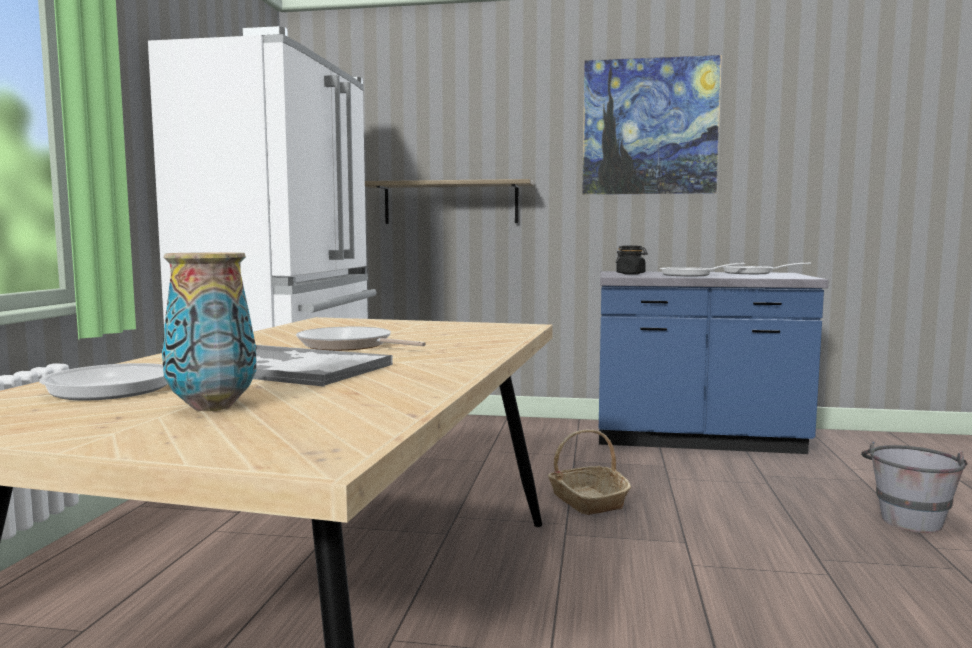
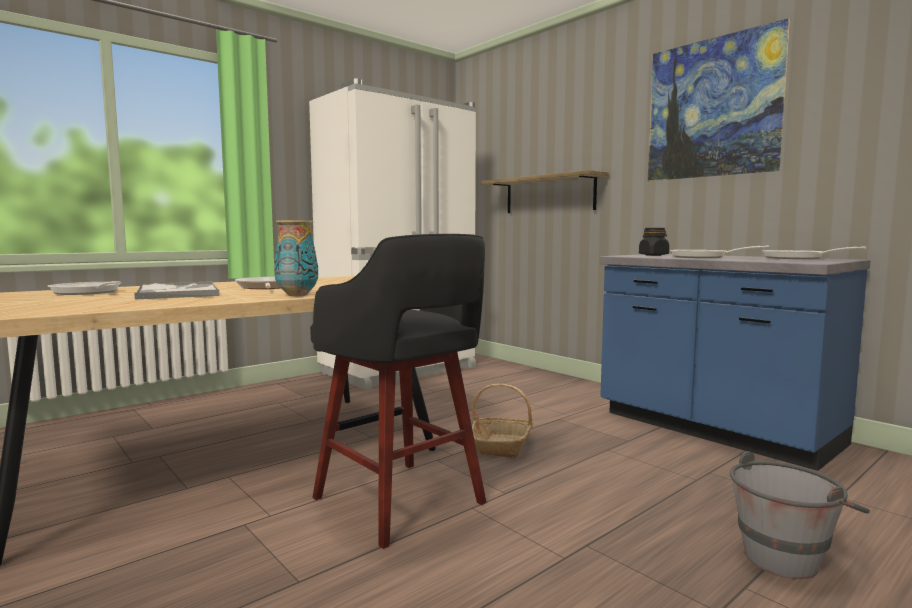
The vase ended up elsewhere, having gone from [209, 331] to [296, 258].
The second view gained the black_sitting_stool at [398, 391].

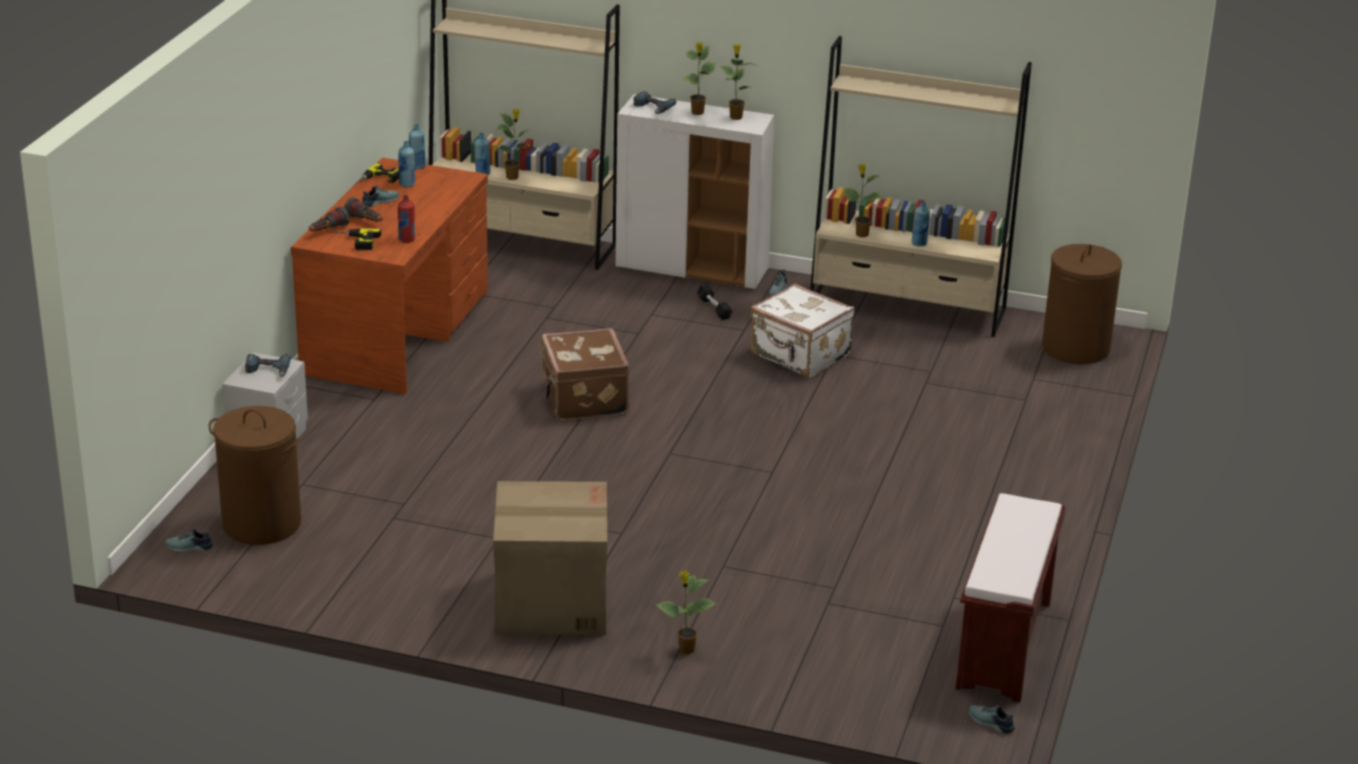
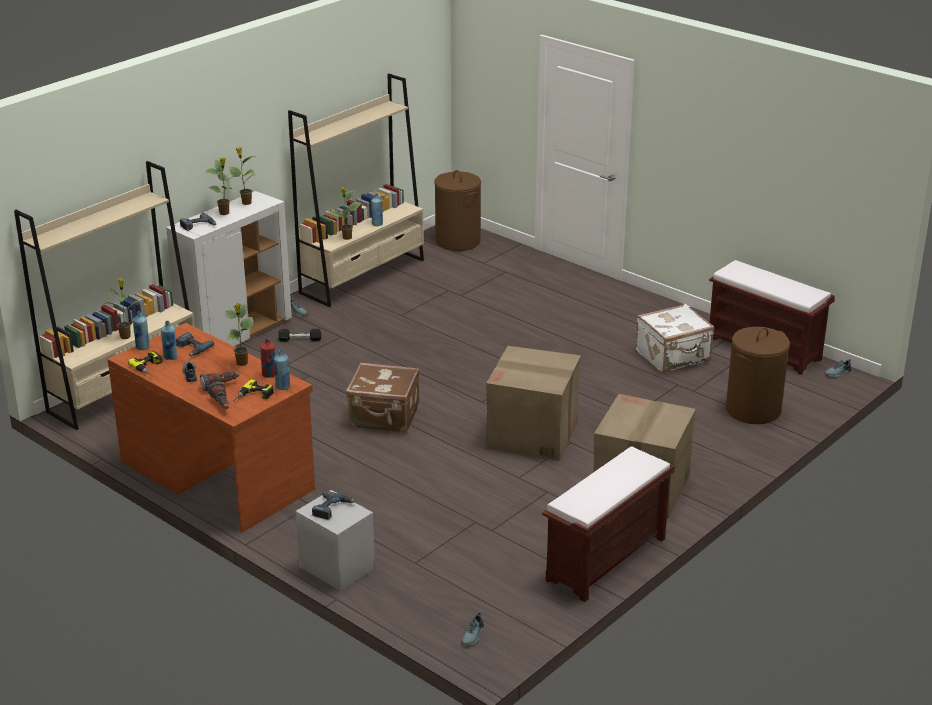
The second view gained the electric_drill at [195, 344].
The houseplant ended up elsewhere, having gone from [686, 612] to [239, 334].
The blue_beverage_bottle ended up elsewhere, having gone from [482, 154] to [282, 370].
The second view gained the carton at [533, 403].
The second view gained the brown-coloured_indoor_bench at [608, 524].
The white-coloured_piece_of_luggage ended up elsewhere, having gone from [802, 331] to [675, 338].
The brown-coloured_hamper ended up elsewhere, having gone from [255, 475] to [758, 375].

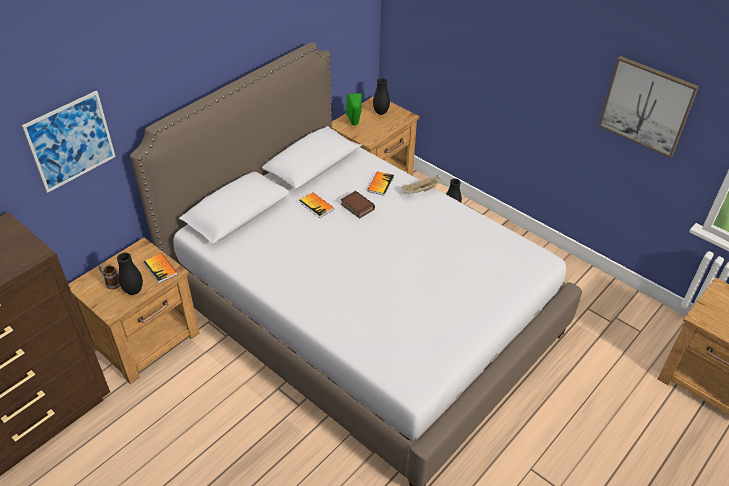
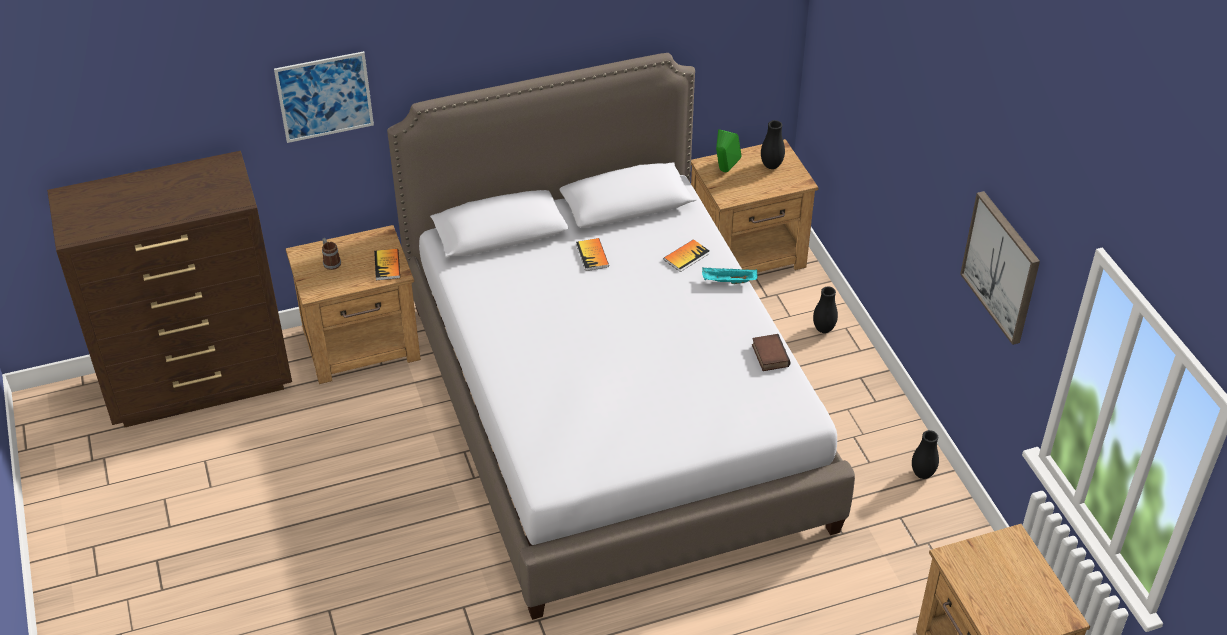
What was the beige_carrying_tray at [421, 184] turned into the turquoise-coloured_carrying_tray at [729, 276].
The book ended up elsewhere, having gone from [358, 204] to [771, 352].
The black_vase ended up elsewhere, having gone from [130, 273] to [925, 454].

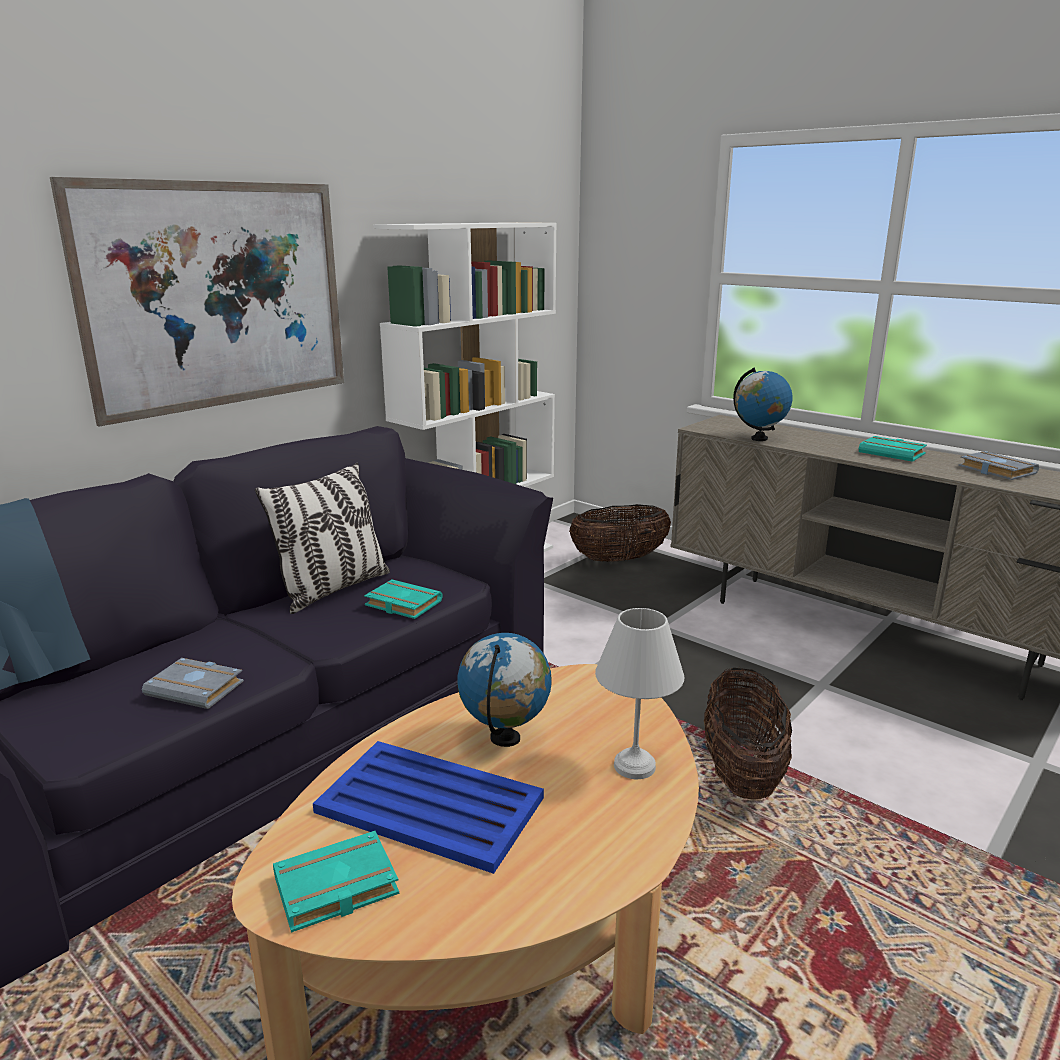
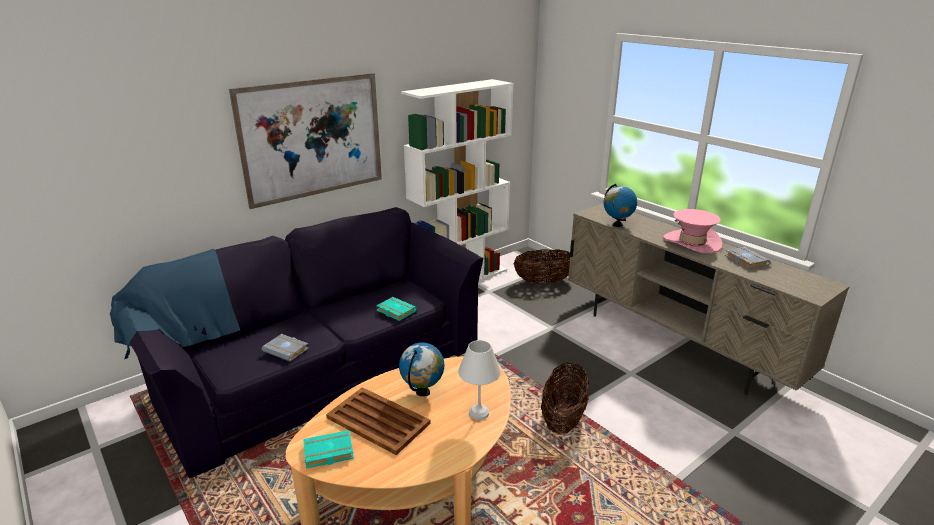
What was the blue_carrying_tray at [428, 807] turned into the brown-coloured_carrying_tray at [378, 421].
Where the turquoise-coloured_book stood at [893, 449], the pink-coloured_wearable_hat came to stand at [692, 231].
The second view lost the throw_pillow at [322, 538].

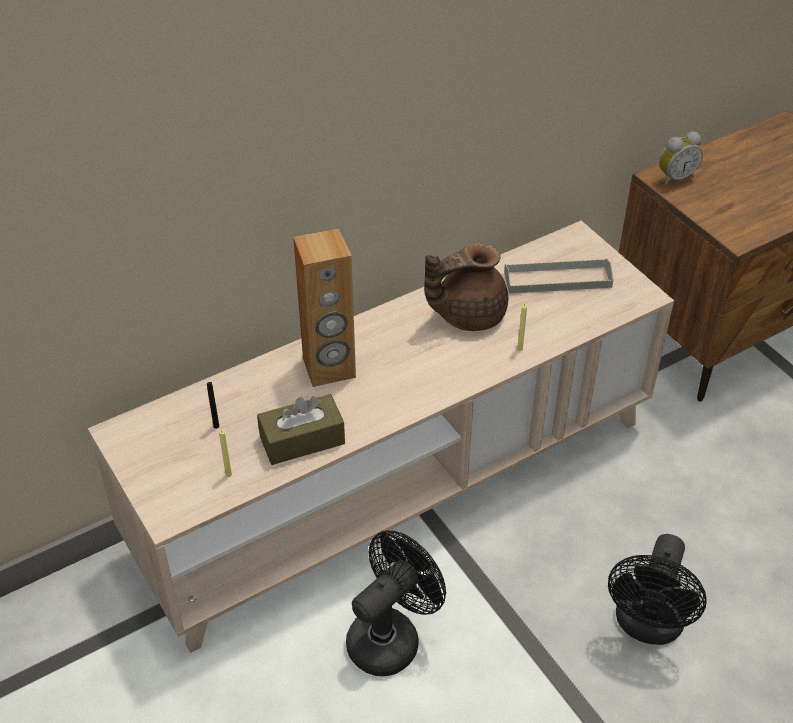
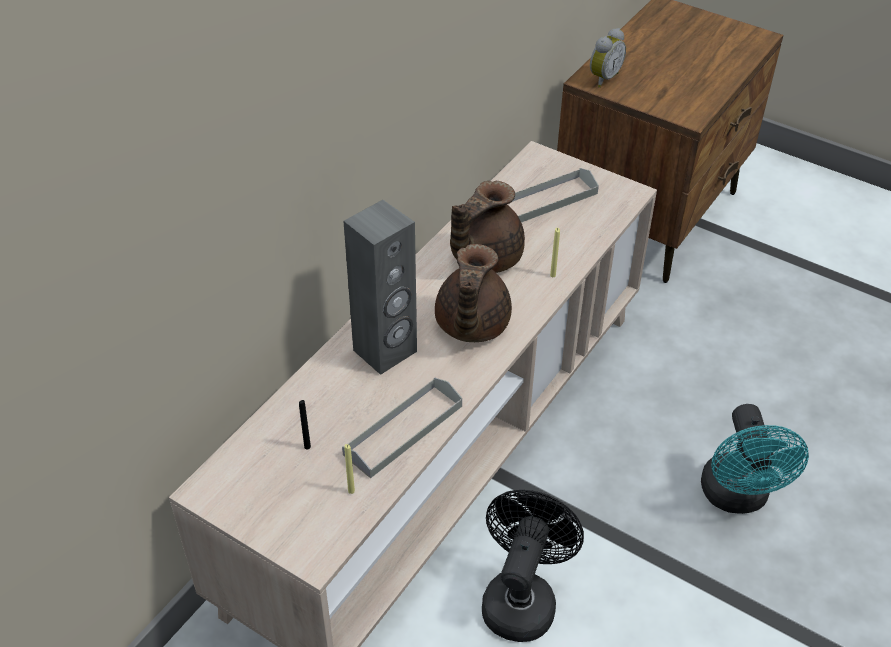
Where the brown-coloured_tissue_holder stood at [301, 429], the gray_carrying_tray came to stand at [402, 427].
What was the brown-coloured_audio_speaker at [324, 308] turned into the gray_audio_speaker at [380, 287].
The second view gained the brown-coloured_tea_pot at [473, 293].
What was the black_fan at [657, 589] turned into the turquoise-coloured_fan at [755, 459].

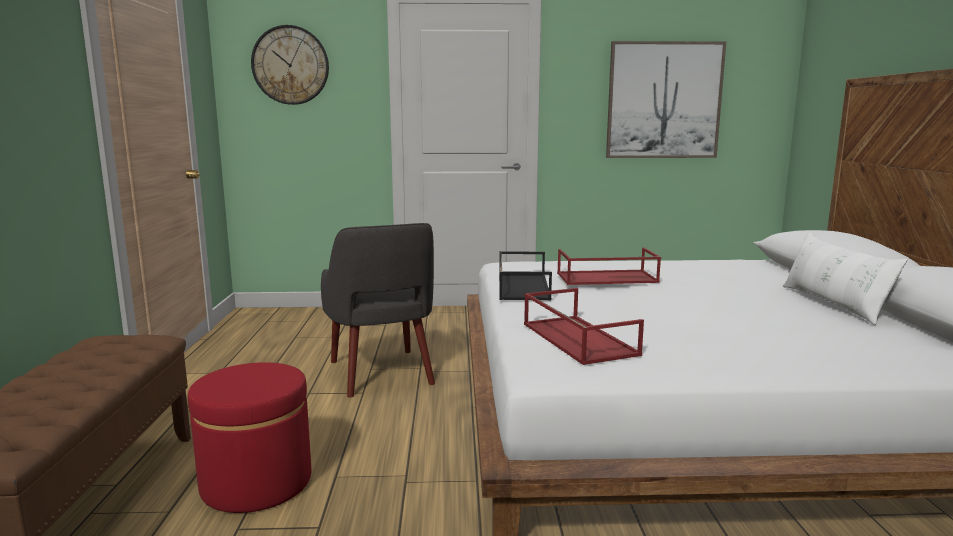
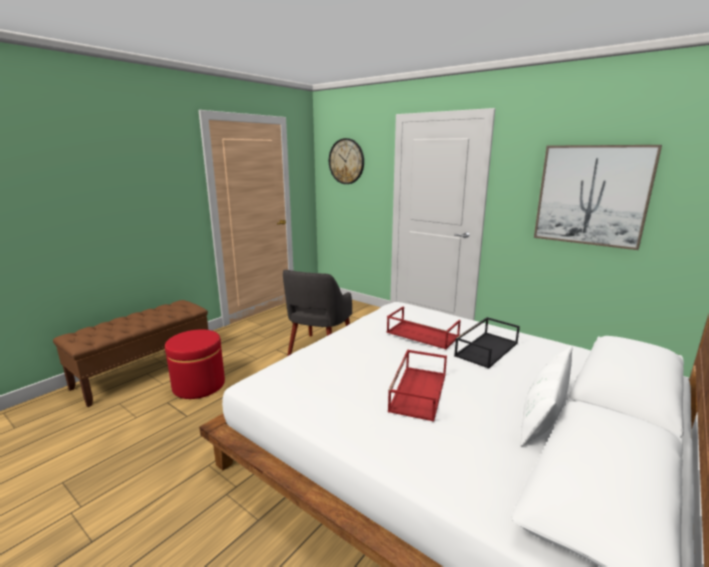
The red-coloured_carrying_tray ended up elsewhere, having gone from [584, 326] to [417, 385].
The black_carrying_tray ended up elsewhere, having gone from [525, 275] to [487, 343].

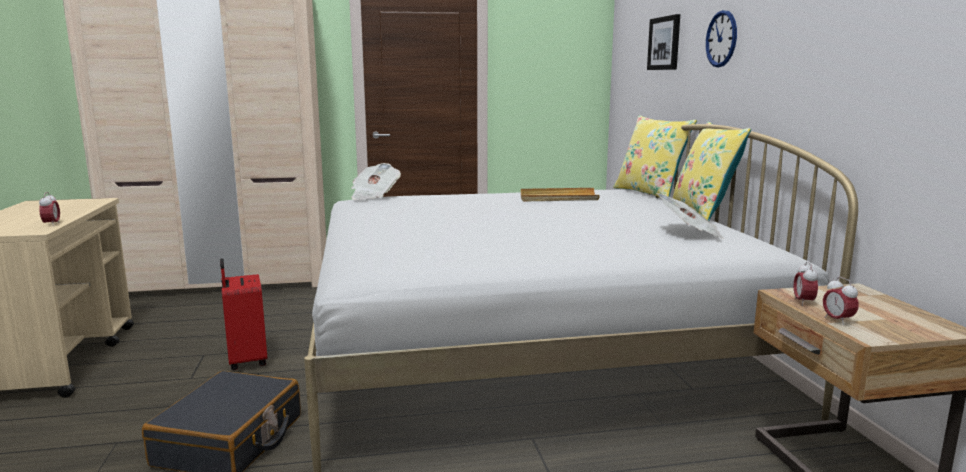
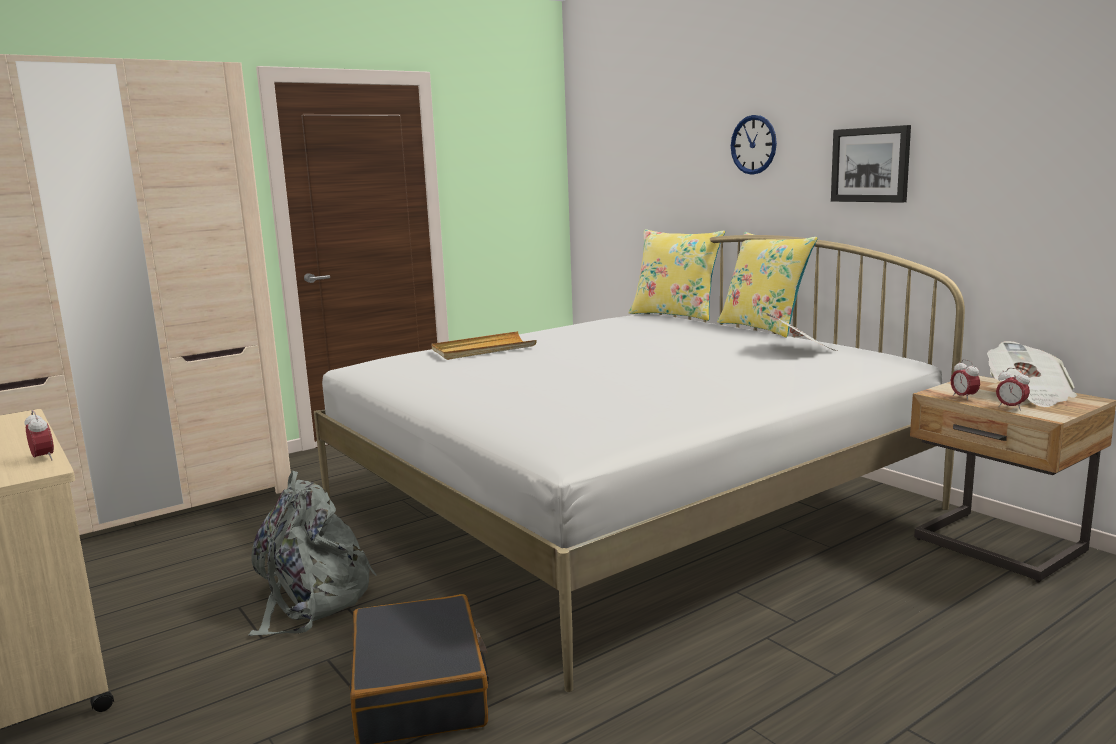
Where the red-coloured_piece_of_luggage stood at [243, 314], the gray_knapsack came to stand at [313, 553].
The beige_carrying_tray ended up elsewhere, having gone from [560, 194] to [484, 345].
The picture ended up elsewhere, having gone from [663, 42] to [871, 164].
The printed_paper ended up elsewhere, having gone from [376, 181] to [1032, 374].

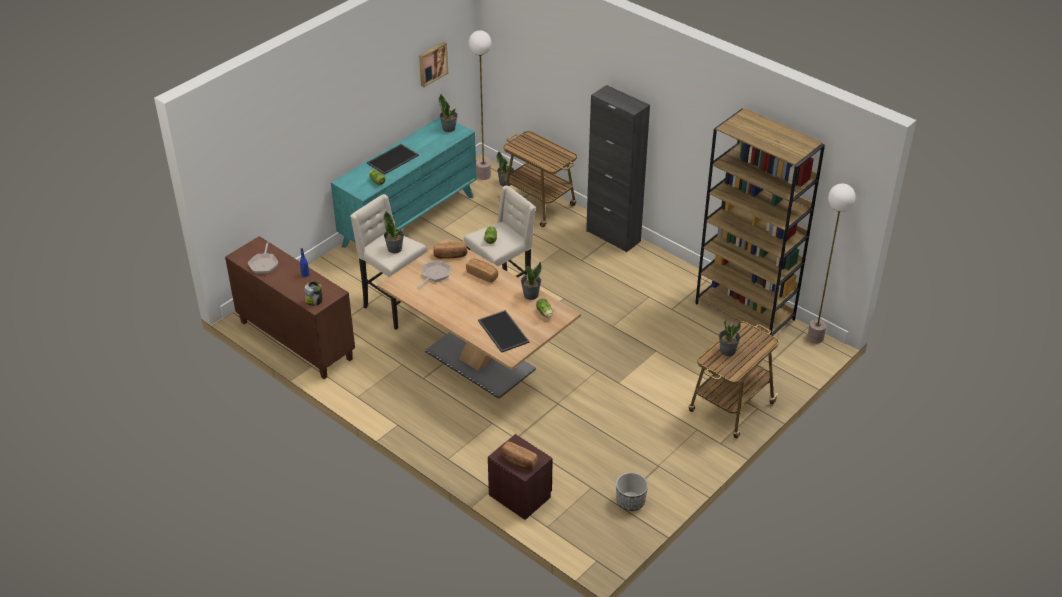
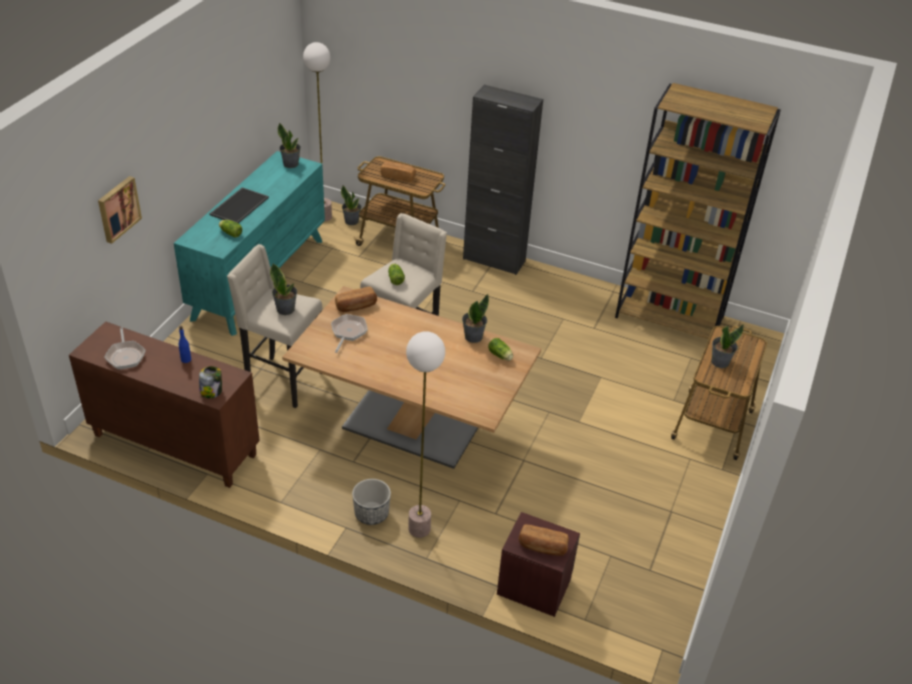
The picture ended up elsewhere, having gone from [433, 64] to [120, 210].
The planter ended up elsewhere, having gone from [632, 491] to [371, 502].
The baked_bread ended up elsewhere, having gone from [482, 271] to [398, 171].
The standard_lamp ended up elsewhere, having gone from [831, 263] to [425, 434].
The second view lost the carrying_tray at [503, 331].

